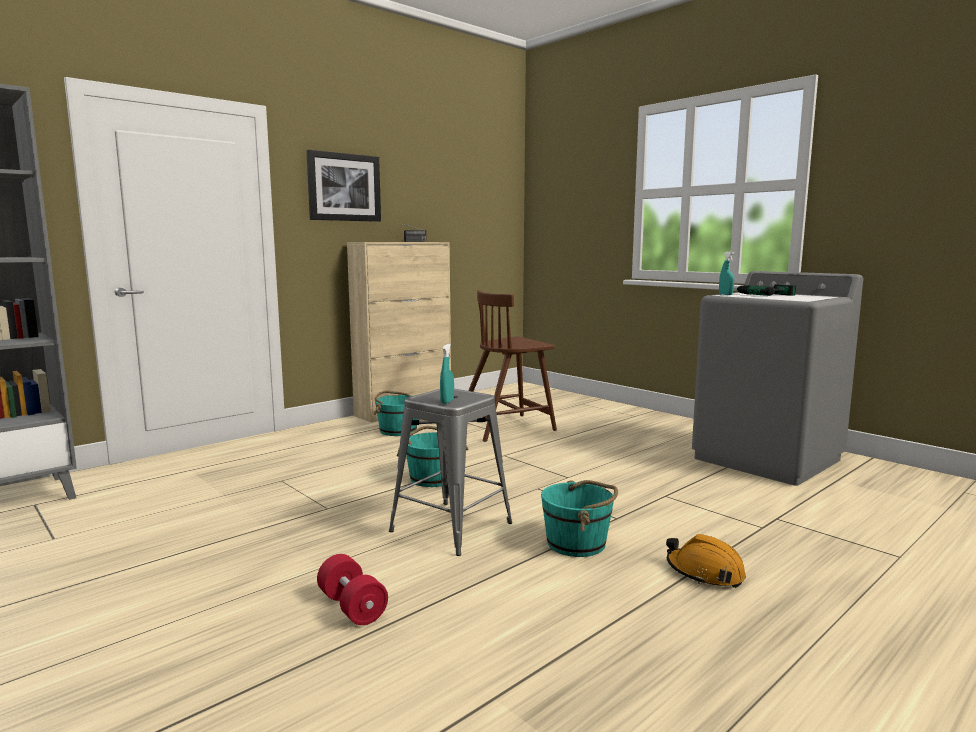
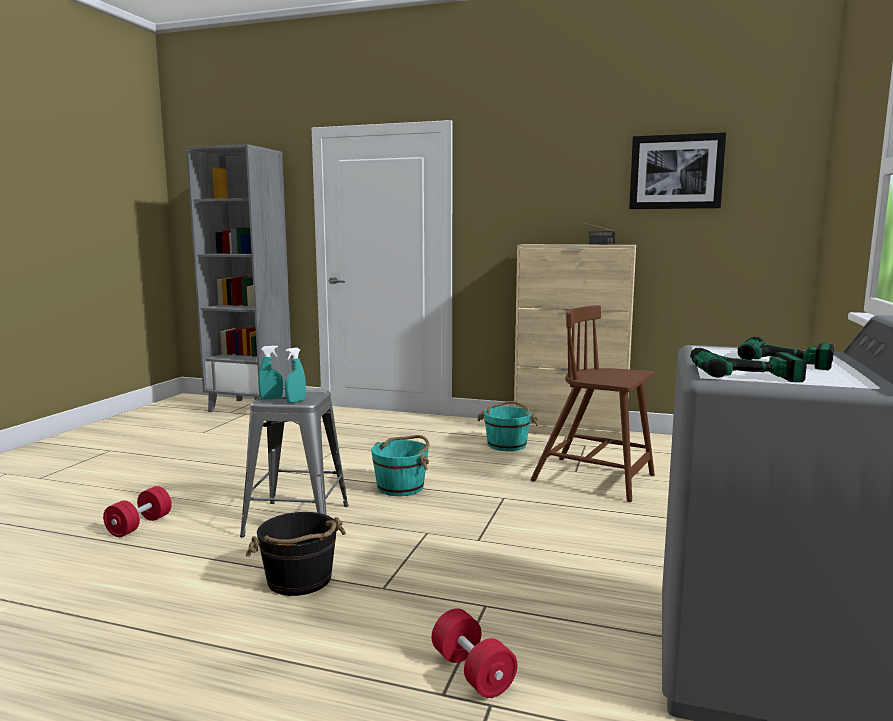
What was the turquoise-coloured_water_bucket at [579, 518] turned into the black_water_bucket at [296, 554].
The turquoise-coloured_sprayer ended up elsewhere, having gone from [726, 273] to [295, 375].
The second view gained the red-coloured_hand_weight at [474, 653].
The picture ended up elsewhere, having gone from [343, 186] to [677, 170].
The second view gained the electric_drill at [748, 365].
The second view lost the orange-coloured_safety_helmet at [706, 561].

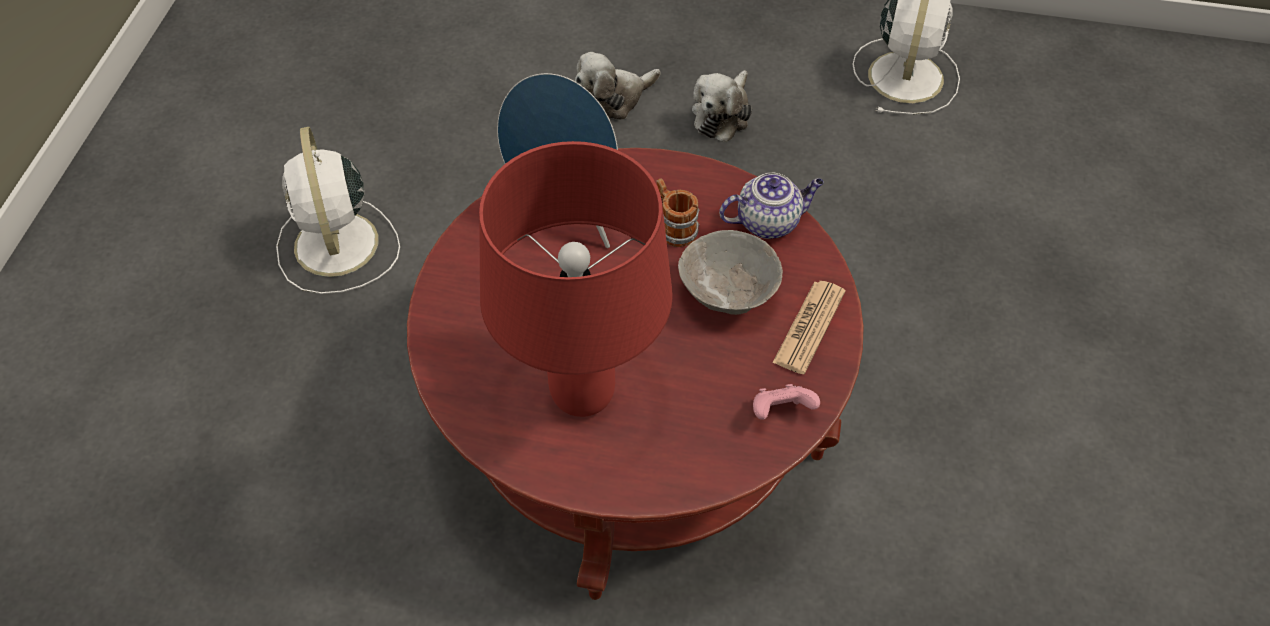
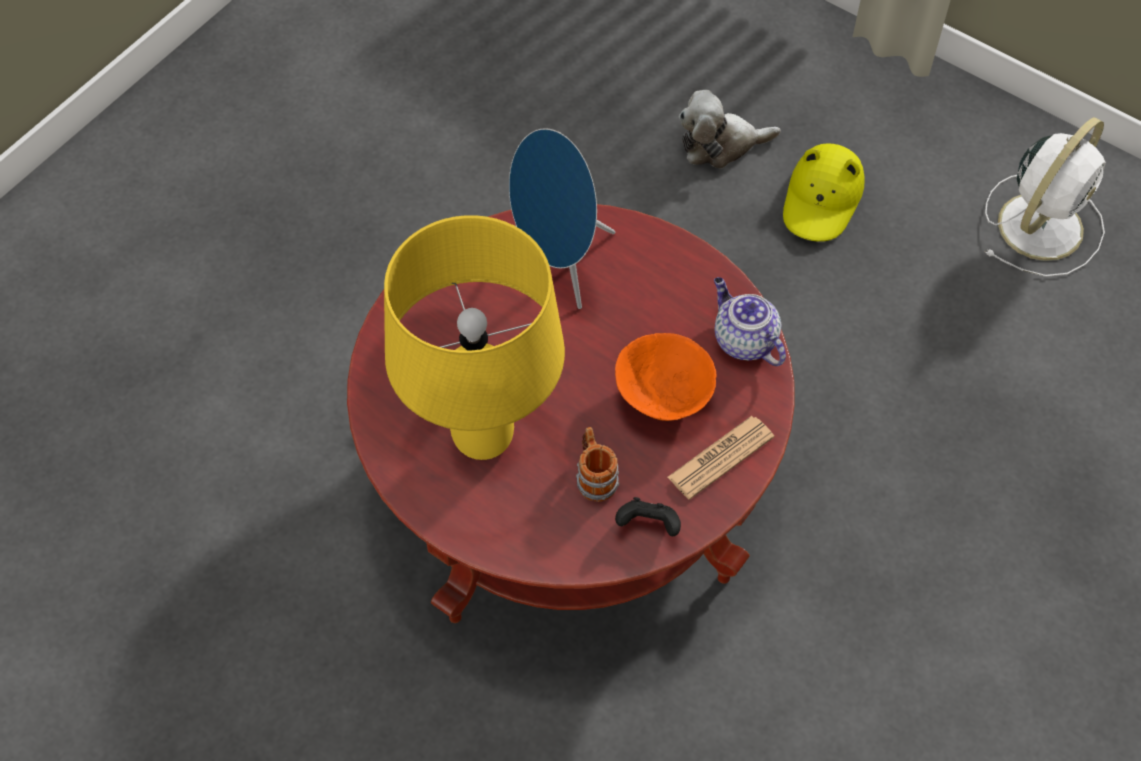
What was the red-coloured_tabletop_lamp at [576, 279] turned into the yellow-coloured_tabletop_lamp at [474, 337].
The coffee_mug ended up elsewhere, having gone from [677, 212] to [598, 464].
What was the gray_bowl at [730, 272] turned into the orange-coloured_bowl at [665, 377].
What was the pink-coloured_gamepad at [786, 402] turned into the black_gamepad at [648, 516].
The tea_pot at [771, 206] ended up facing another way, 135 degrees counterclockwise from before.
Where the soft_toy stood at [722, 106], the yellow-coloured_wearable_hat came to stand at [824, 192].
The second view lost the white-coloured_fan at [338, 210].

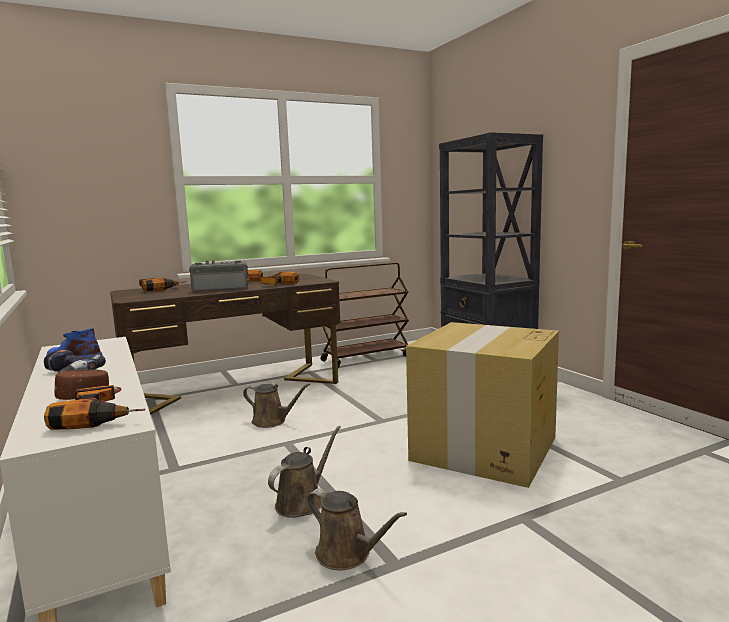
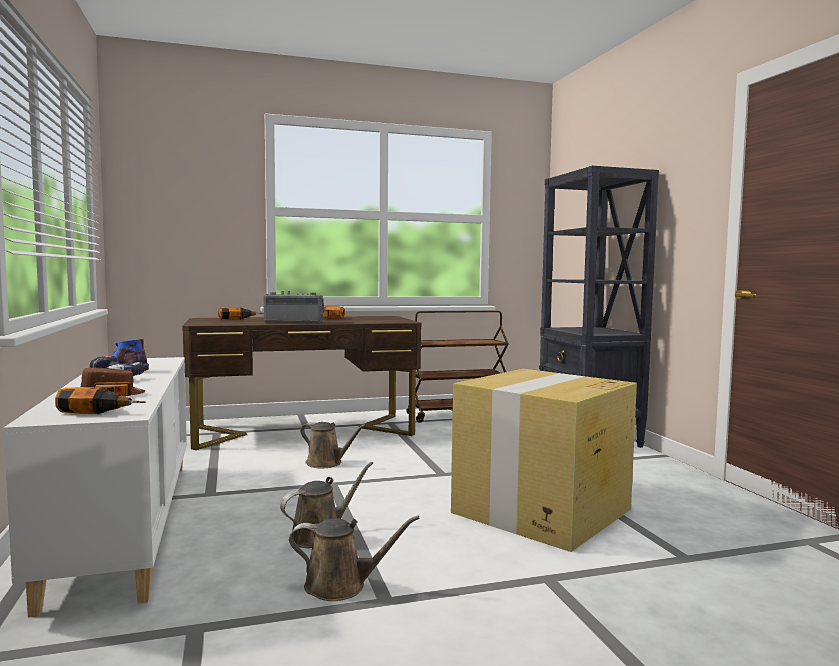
The brown-coloured_watering_can at [357, 529] ended up facing another way, 45 degrees counterclockwise from before.
The second view lost the electric_drill at [280, 278].

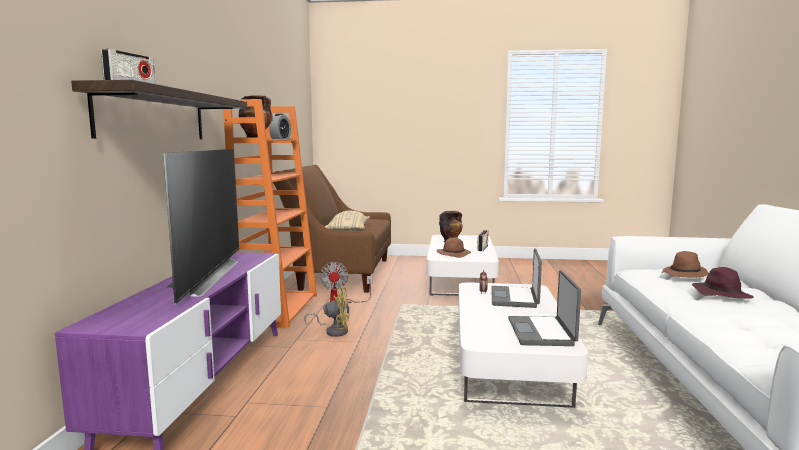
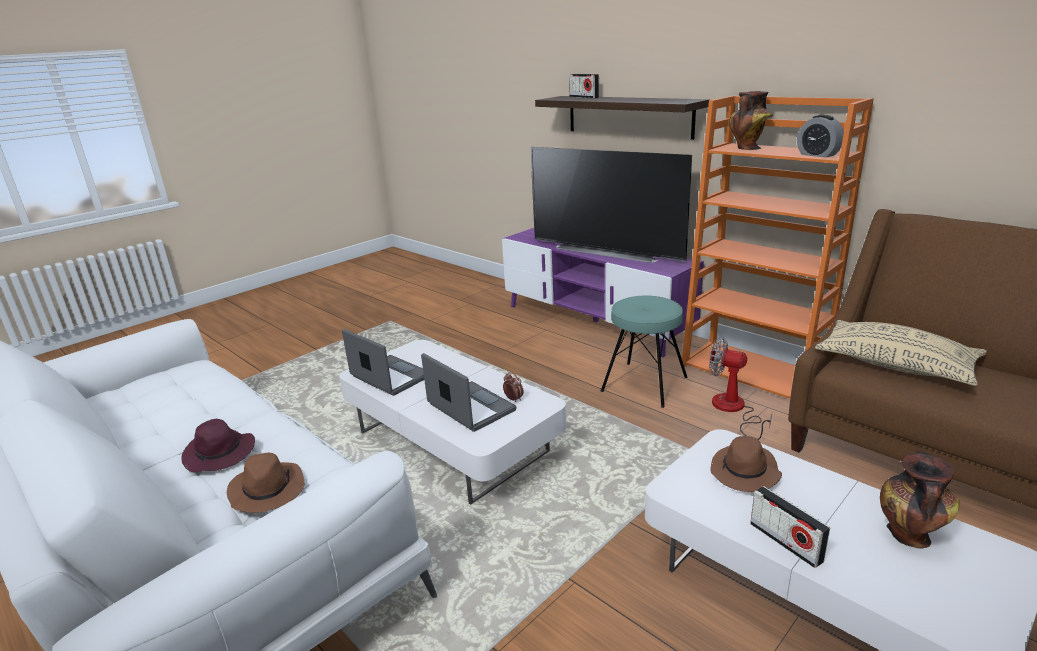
Where the yellow-coloured_fan stood at [327, 312], the turquoise-coloured_sitting_stool came to stand at [644, 352].

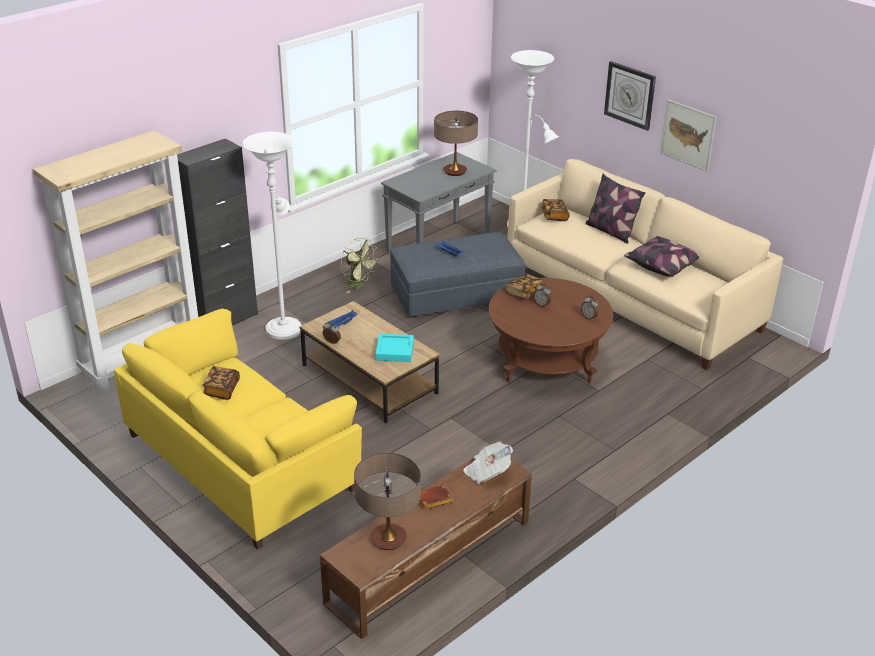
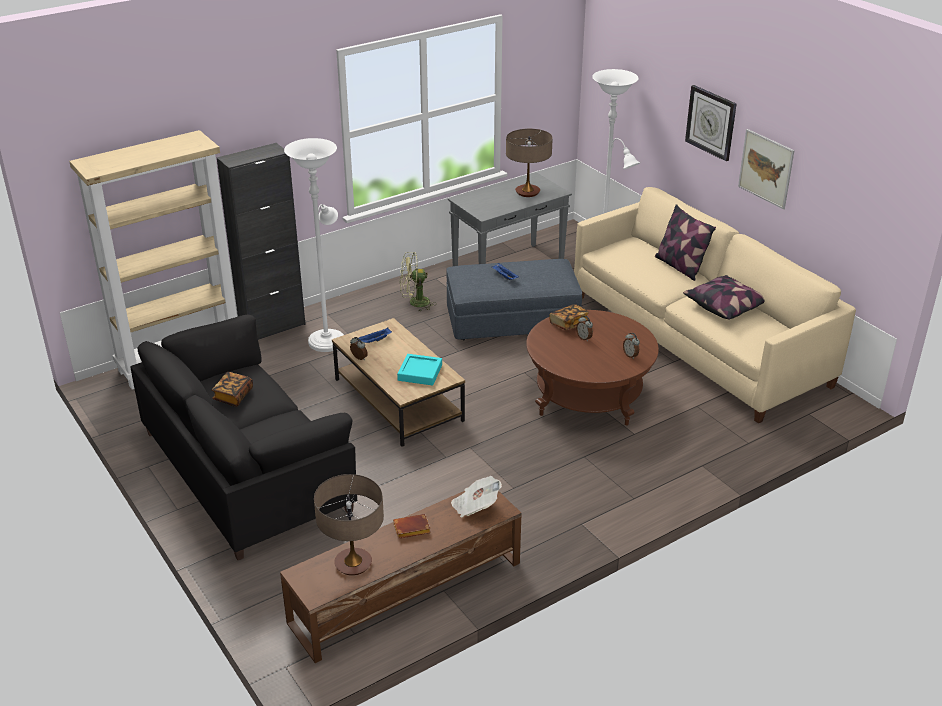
What was the yellow-coloured_sofa at [238, 429] turned into the black_sofa at [243, 437].
The green_fan at [360, 265] ended up facing another way, 120 degrees clockwise from before.
The second view lost the book at [555, 210].

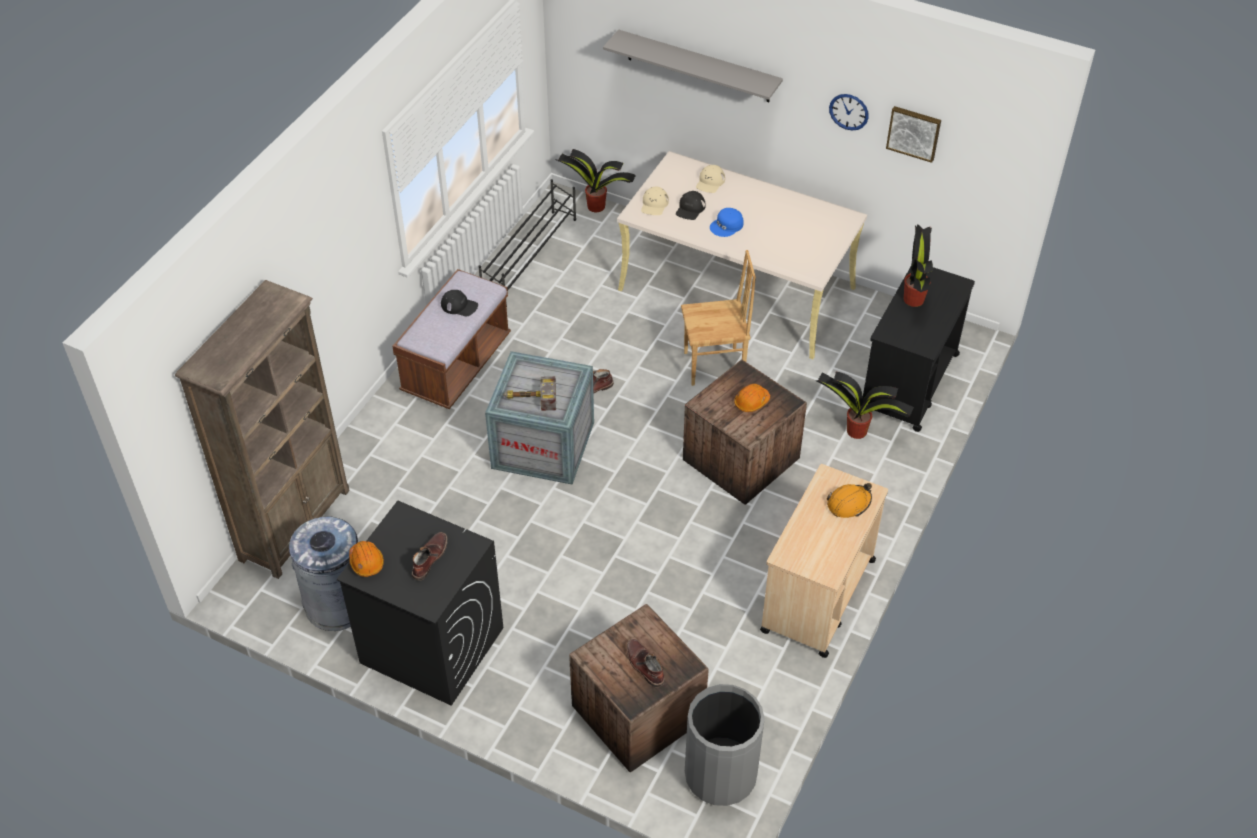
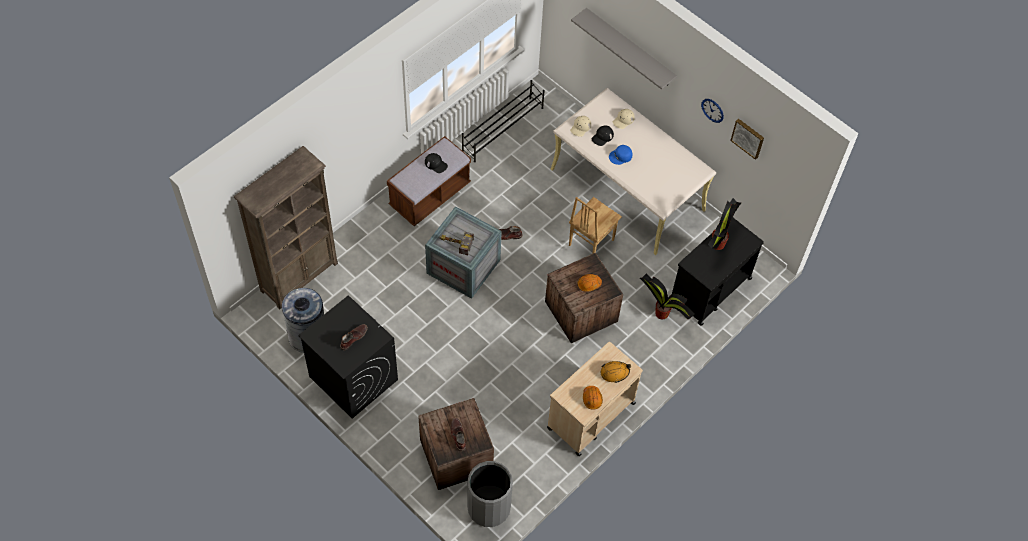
The brown-coloured_upright_chair at [718, 318] ended up facing another way, 120 degrees clockwise from before.
The orange-coloured_safety_helmet ended up elsewhere, having gone from [366, 559] to [593, 398].
The second view lost the houseplant at [595, 180].

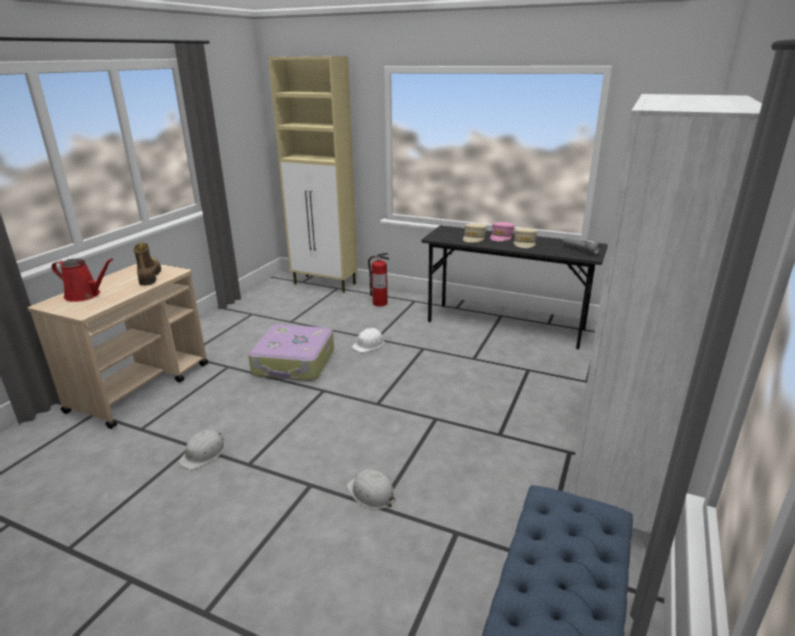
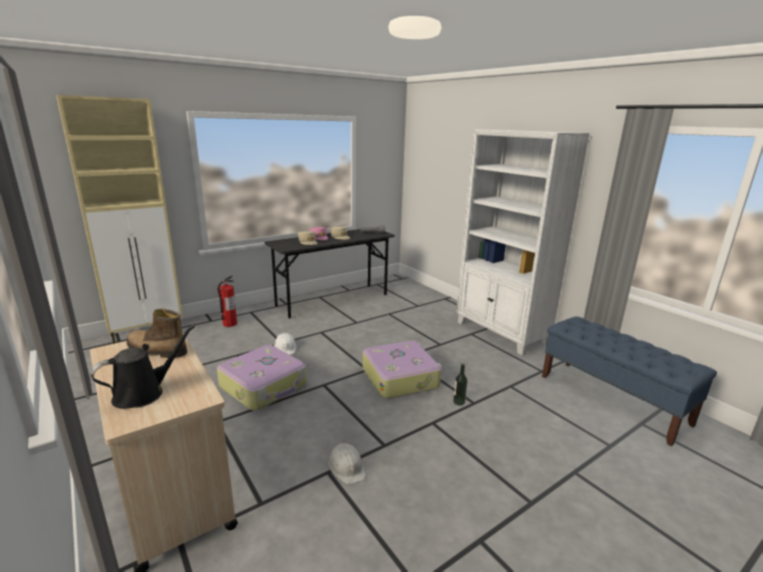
What was the red-coloured_watering_can at [82, 280] turned into the black_watering_can at [143, 367].
The second view gained the piece_of_luggage at [402, 370].
Where the white-coloured_safety_helmet stood at [370, 489], the beverage_bottle came to stand at [460, 385].

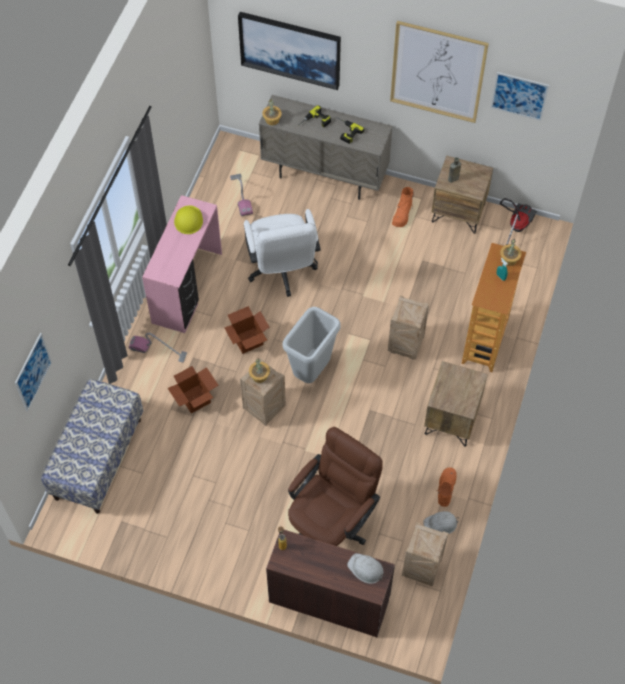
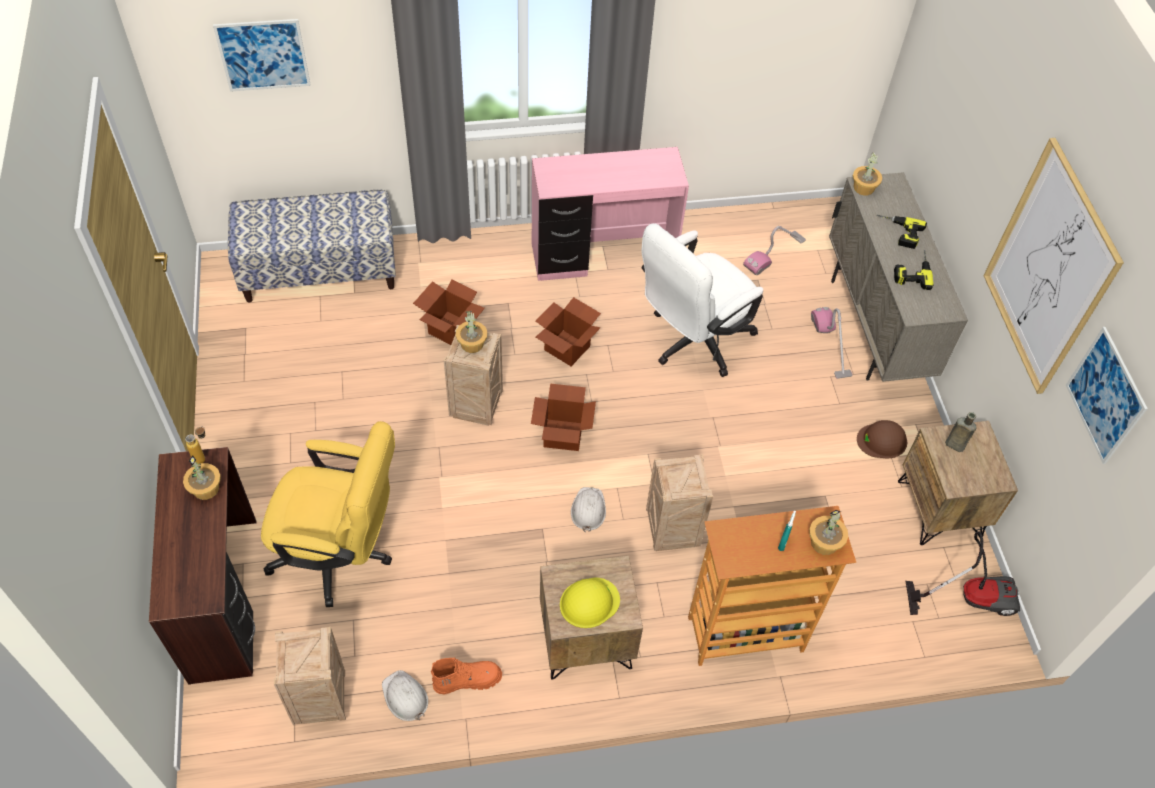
The second view gained the houseplant at [202, 477].
What was the brown-coloured_computer_chair at [335, 486] turned into the yellow-coloured_computer_chair at [328, 514].
Where the gray_waste_bin stood at [311, 345], the carton came to stand at [563, 417].
The yellow-coloured_safety_helmet ended up elsewhere, having gone from [188, 220] to [590, 603].
The white-coloured_safety_helmet ended up elsewhere, having gone from [366, 568] to [588, 510].
The hoover ended up elsewhere, having gone from [158, 348] to [832, 343].
Where the orange-coloured_high-top_boot stood at [403, 207], the brown-coloured_safety_helmet came to stand at [882, 439].
The second view lost the picture at [289, 51].

